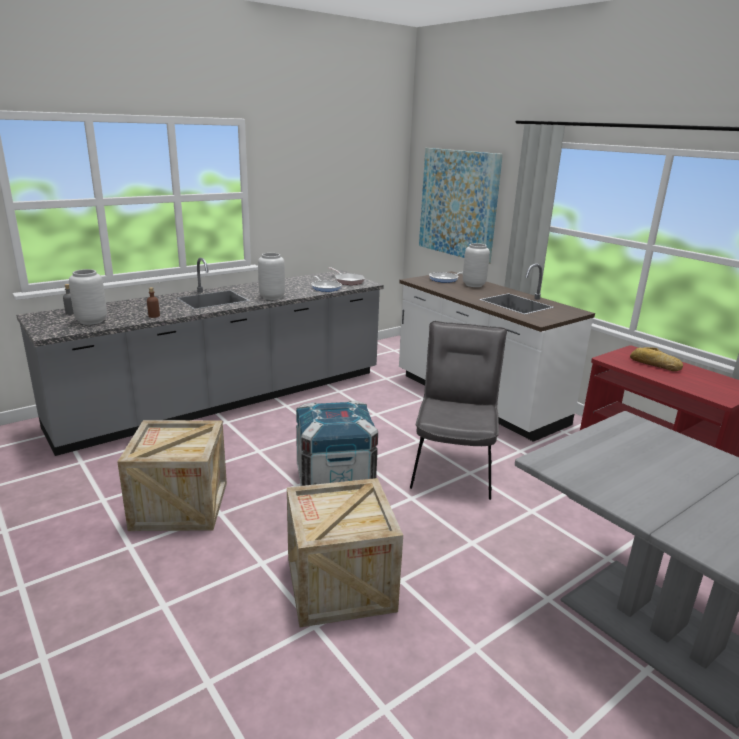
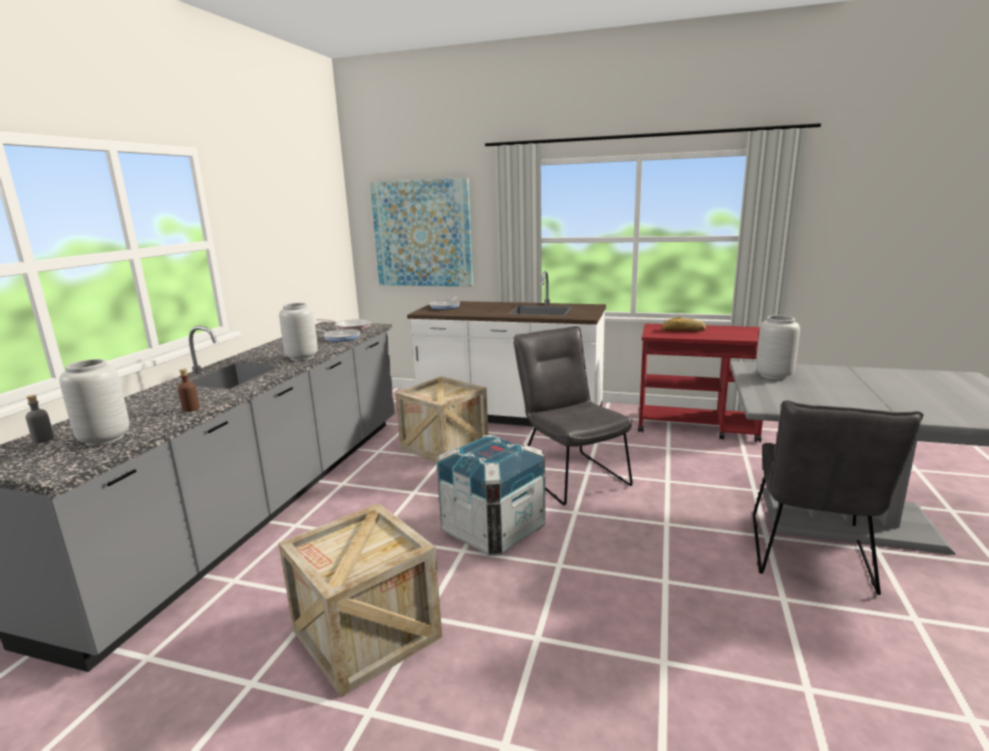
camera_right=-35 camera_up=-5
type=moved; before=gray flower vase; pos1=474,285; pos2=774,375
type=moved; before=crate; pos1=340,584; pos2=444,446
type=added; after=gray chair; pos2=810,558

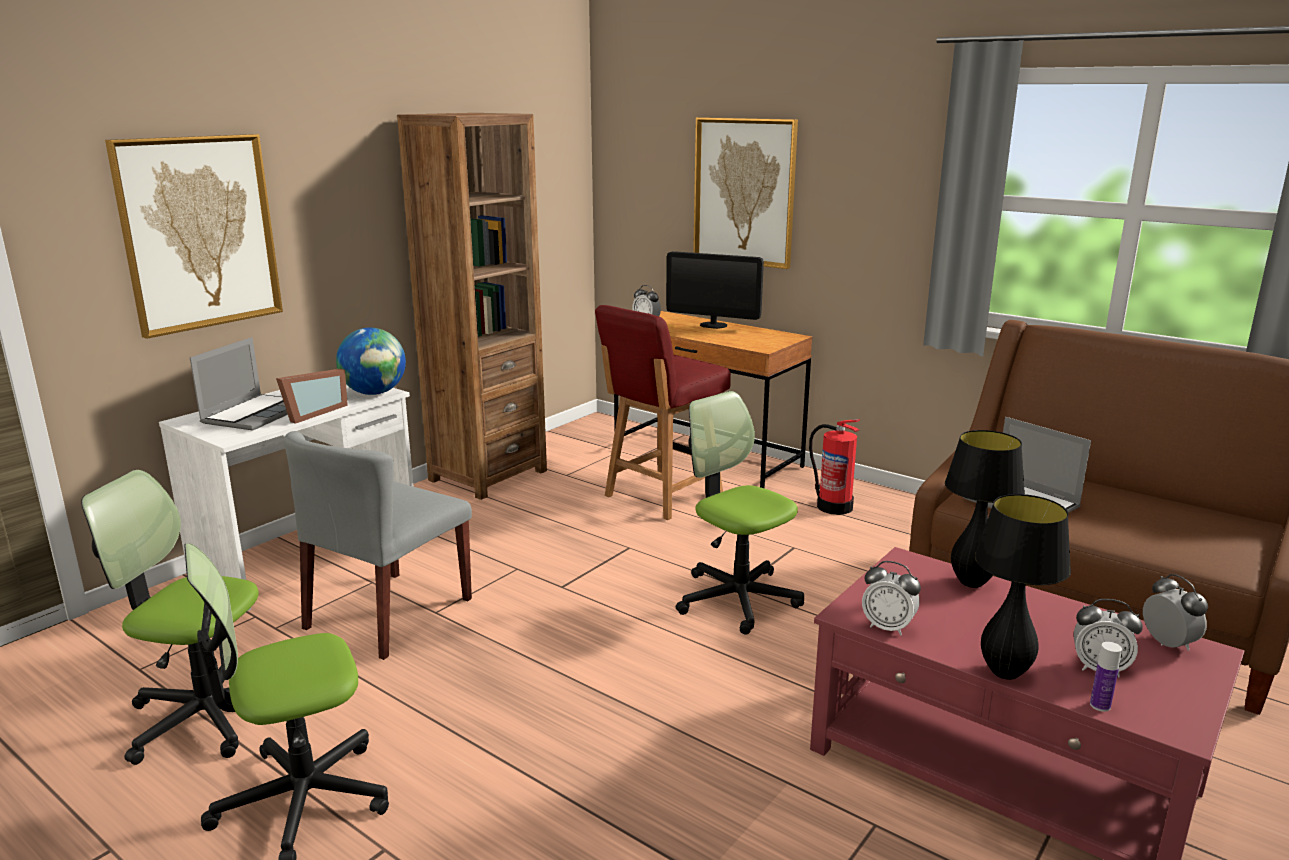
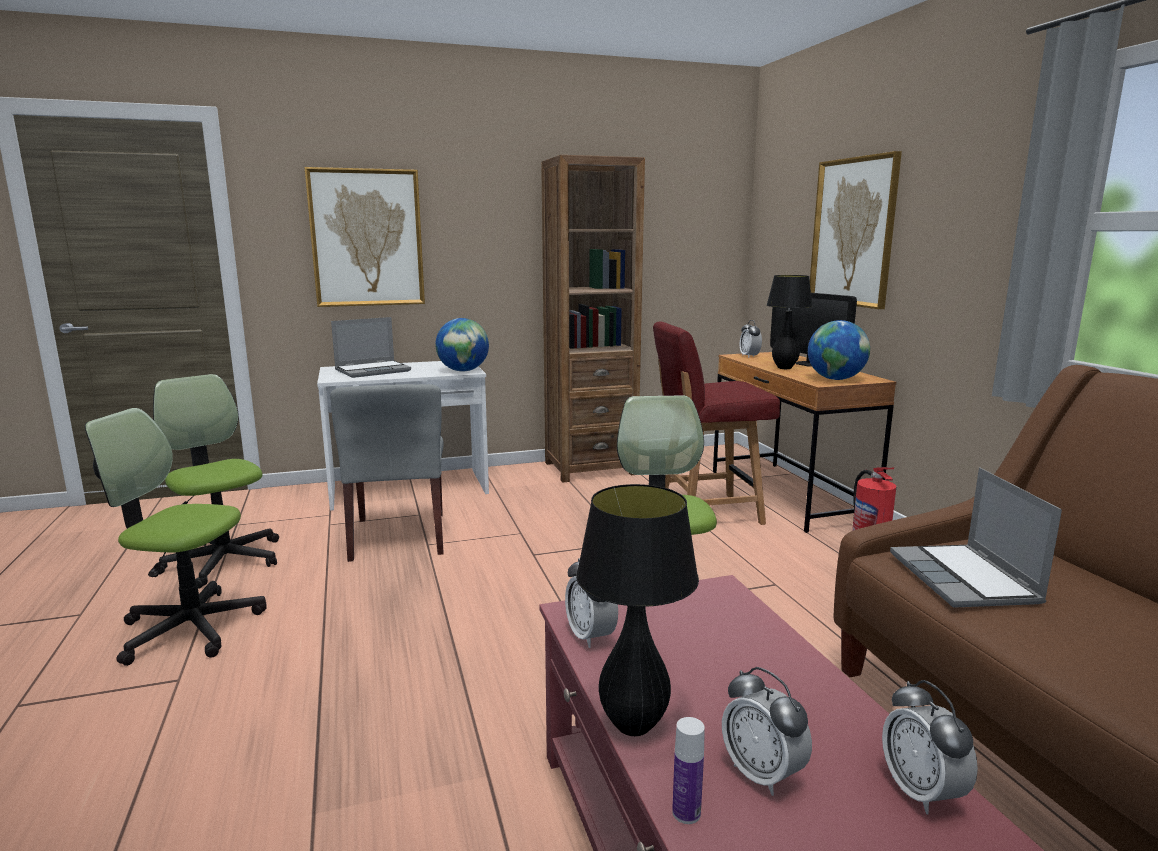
camera_right=35 camera_up=-5
type=removed; before=standing frame; pos1=312,413
type=moved; before=black lamp for a table; pos1=971,583; pos2=784,368
type=turned; before=gray chair; pos1=388,614; pos2=399,536; turn=-75
type=turned; before=bedside clock; pos1=1168,644; pos2=921,792; turn=150
type=added; after=globe; pos2=835,379

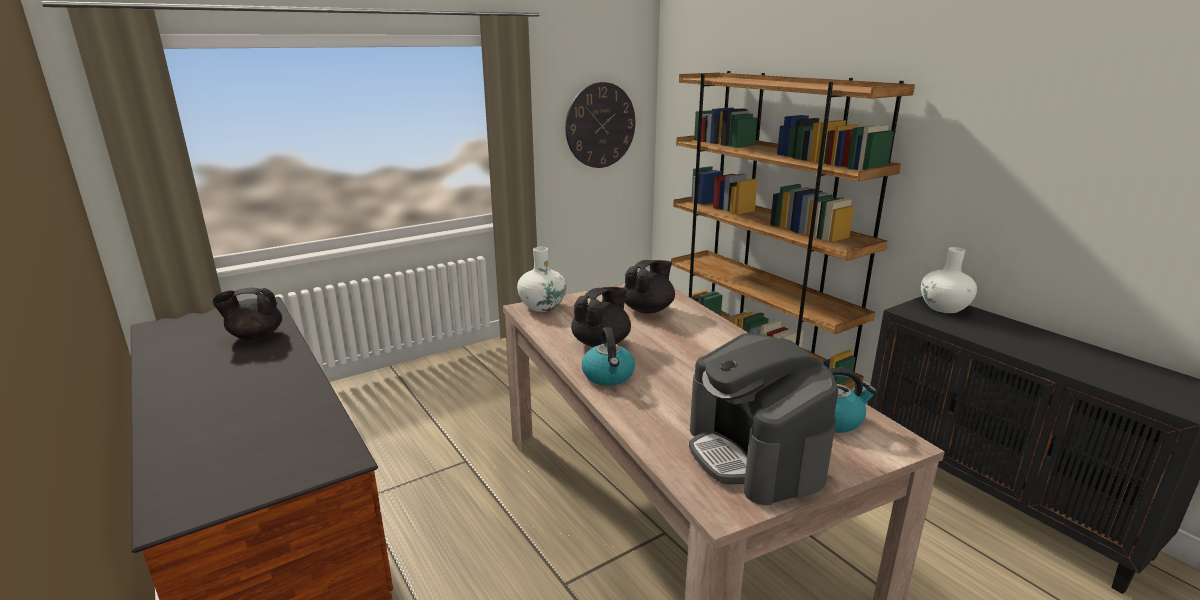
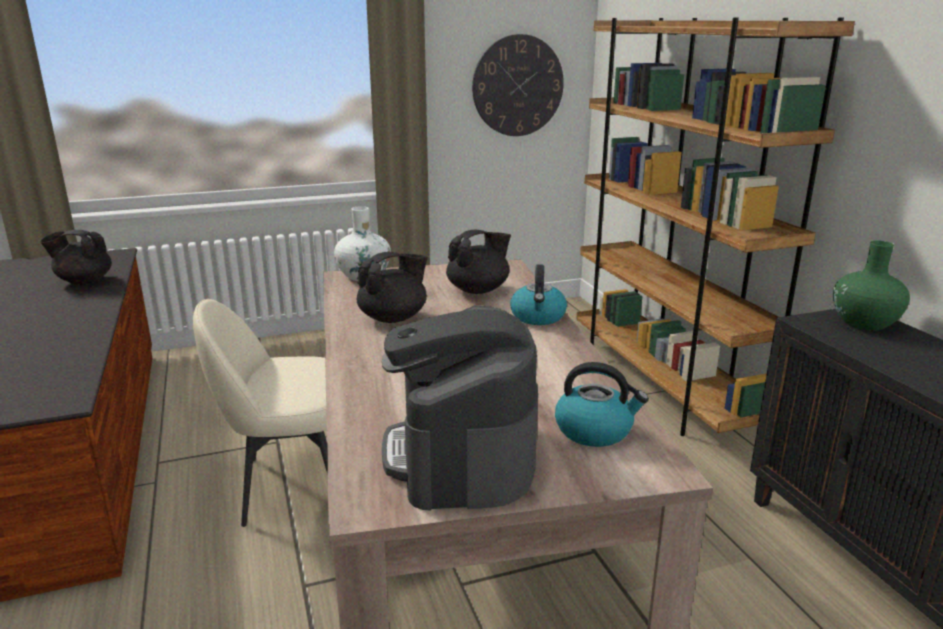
camera_right=15 camera_up=0
type=recoloured; before=white flower vase; after=green flower vase; pos1=943,308; pos2=864,323
type=moved; before=water kettle; pos1=608,376; pos2=538,317
type=added; after=beige chair; pos2=290,485

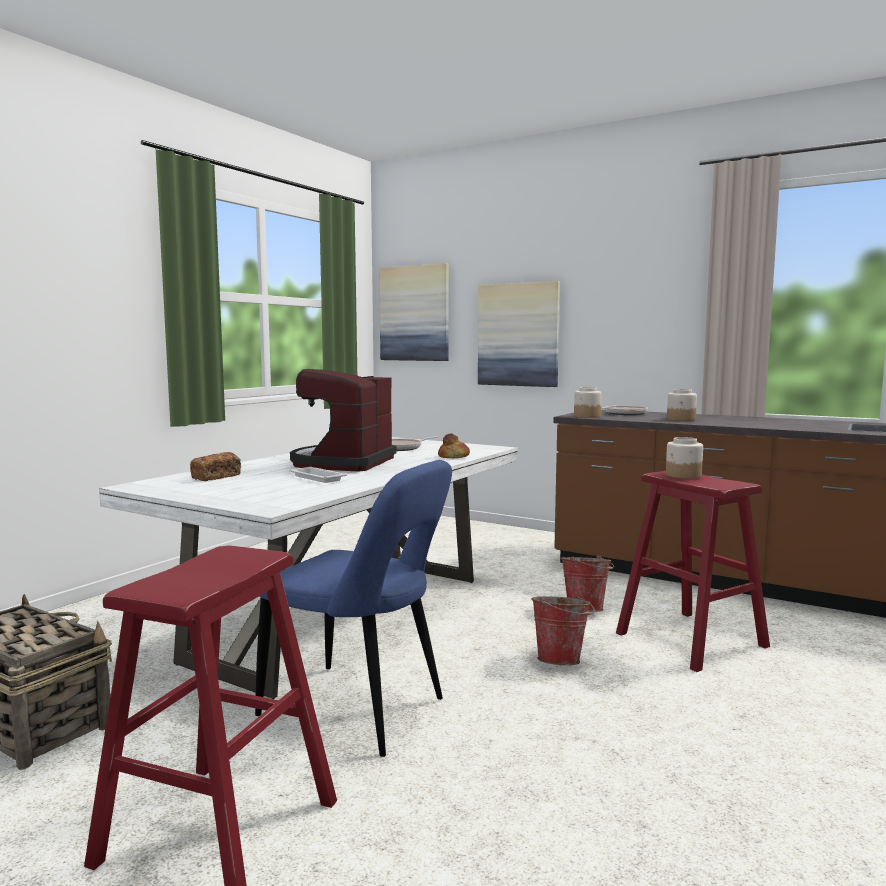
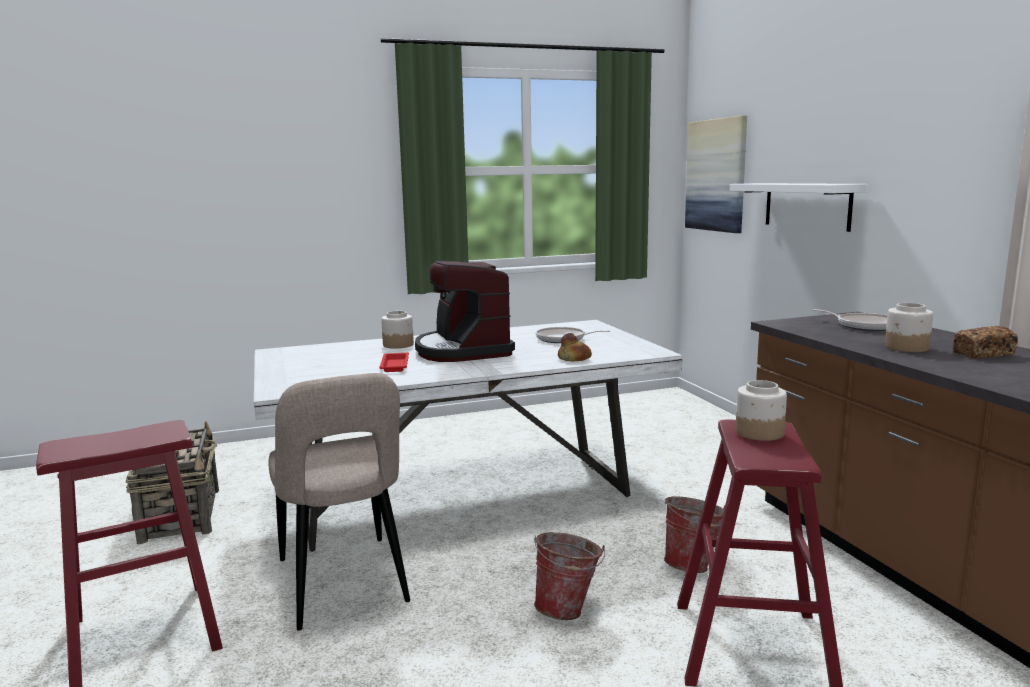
camera_right=40 camera_up=5
type=replaced; before=wall art; after=white bracket shelf; pos1=518,335; pos2=807,205
type=turned; before=coffee machine; pos1=343,463; pos2=463,350; turn=-75
type=moved; before=storage jar; pos1=586,416; pos2=398,345
type=moved; before=baked bread; pos1=216,477; pos2=983,354
type=recoloured; before=blue chair; after=beige chair; pos1=359,710; pos2=344,585
type=recoloured; before=white tray; after=red-coloured tray; pos1=316,478; pos2=395,365

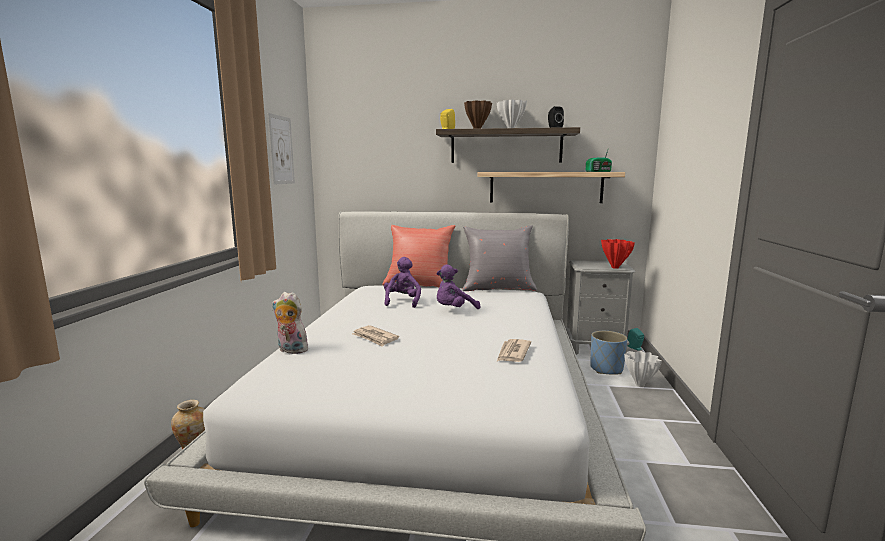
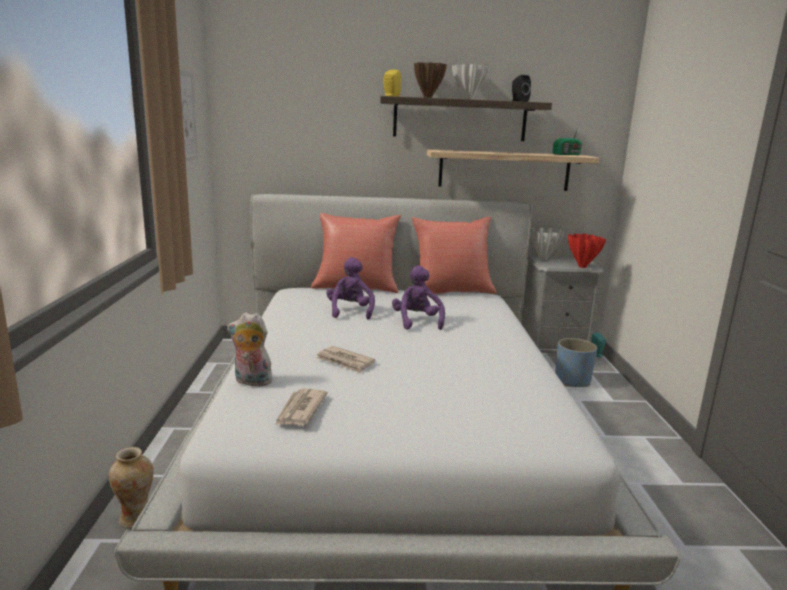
camera_right=-10 camera_up=5
type=recoloured; before=gray cushion; after=red-coloured cushion; pos1=498,288; pos2=451,291
type=turned; before=purple-coloured soft toy; pos1=454,310; pos2=417,322; turn=120
type=moved; before=newspaper; pos1=513,353; pos2=300,410
type=moved; before=white flower vase; pos1=640,385; pos2=543,259

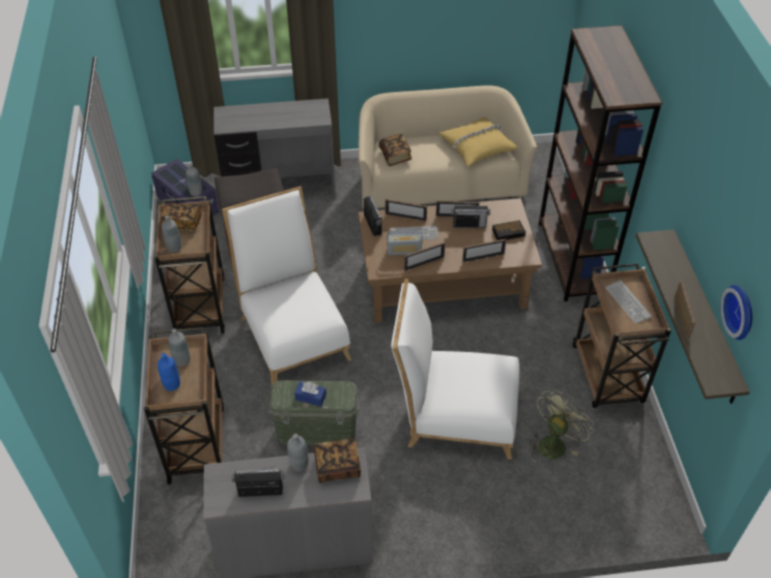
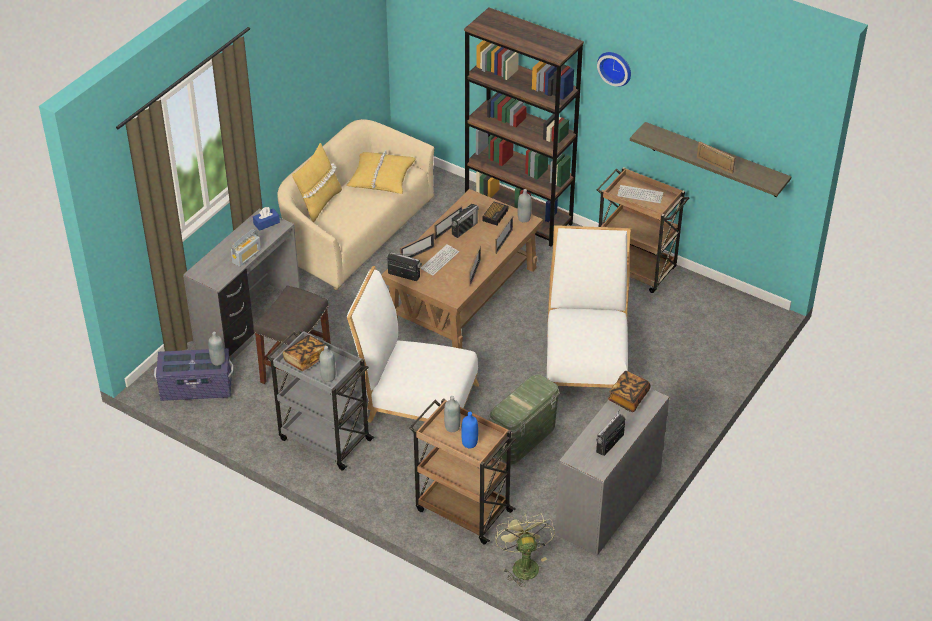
camera_right=-50 camera_up=-5
type=removed; before=bound book; pos1=395,156
type=recoloured; before=brown-coloured trolley; after=gray trolley; pos1=200,305; pos2=323,438
type=moved; before=radio; pos1=404,251; pos2=246,256
type=turned; before=white chair; pos1=454,414; pos2=585,361; turn=135
type=moved; before=wall clock; pos1=741,311; pos2=615,67
type=moved; before=blue tissue box; pos1=310,397; pos2=266,223
type=moved; before=green fan; pos1=554,442; pos2=523,564
type=moved; before=gray beverage bottle; pos1=299,464; pos2=524,218
type=added; after=yellow-coloured cushion; pos2=319,204

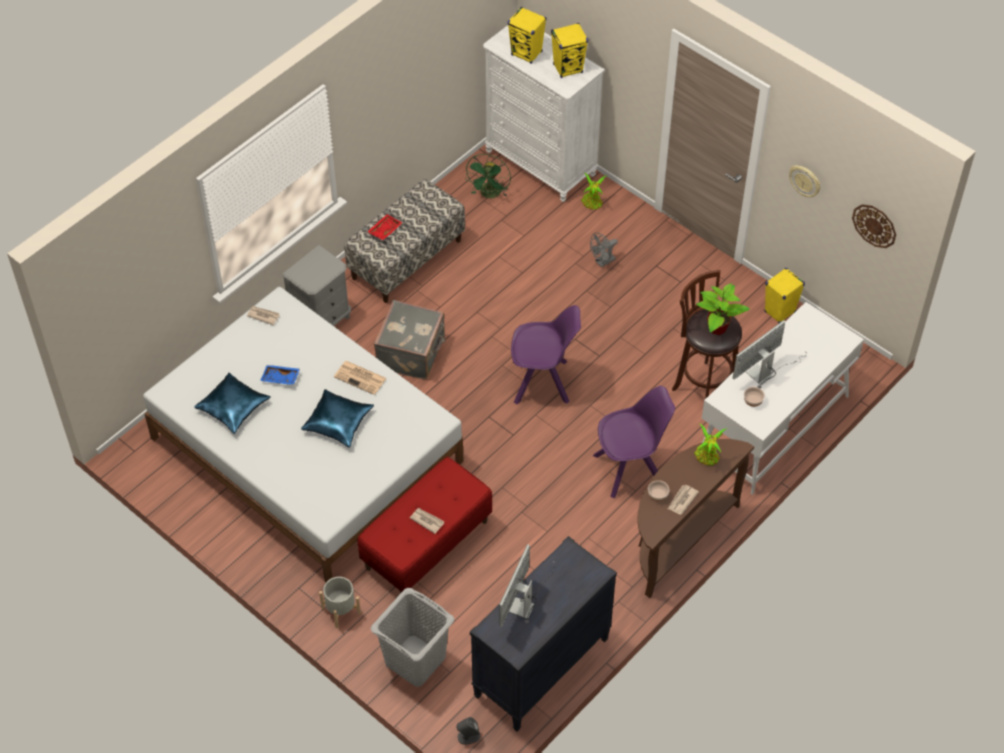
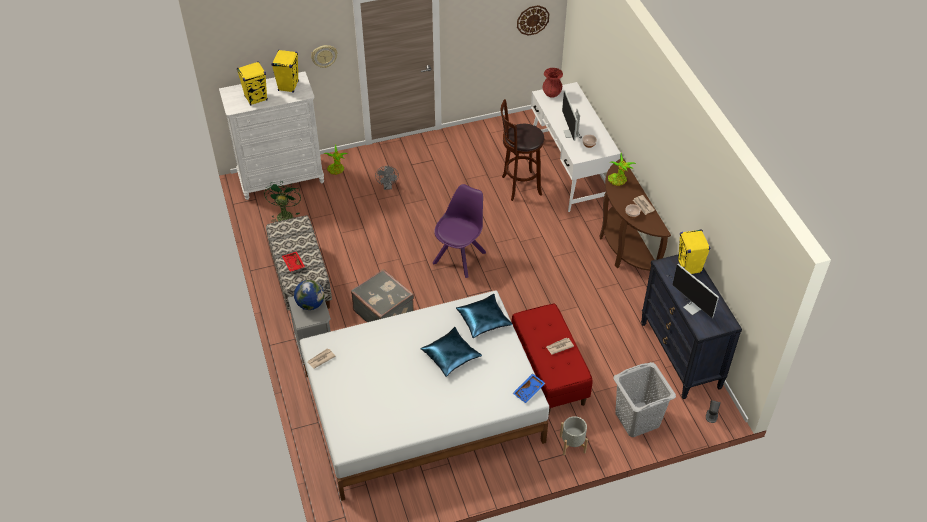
camera_right=-60 camera_up=-5
type=turned; before=green fan; pos1=490,195; pos2=284,214; turn=-135
type=moved; before=wall clock; pos1=805,181; pos2=324,56
type=moved; before=yellow-coloured speaker; pos1=779,312; pos2=689,267
type=removed; before=plant in a pot; pos1=717,328
type=removed; before=newspaper; pos1=361,378
type=moved; before=blue tray; pos1=280,378; pos2=529,391
type=moved; before=blue cushion; pos1=233,407; pos2=483,320
type=removed; before=purple-coloured chair; pos1=630,468
type=added; after=red-coloured flower vase; pos2=551,93
type=added; after=globe; pos2=310,304

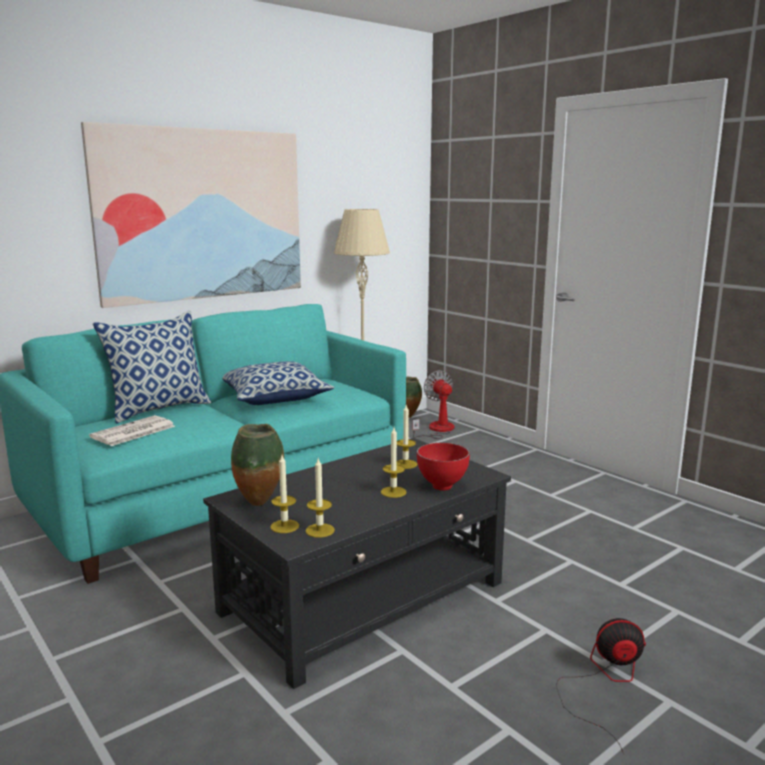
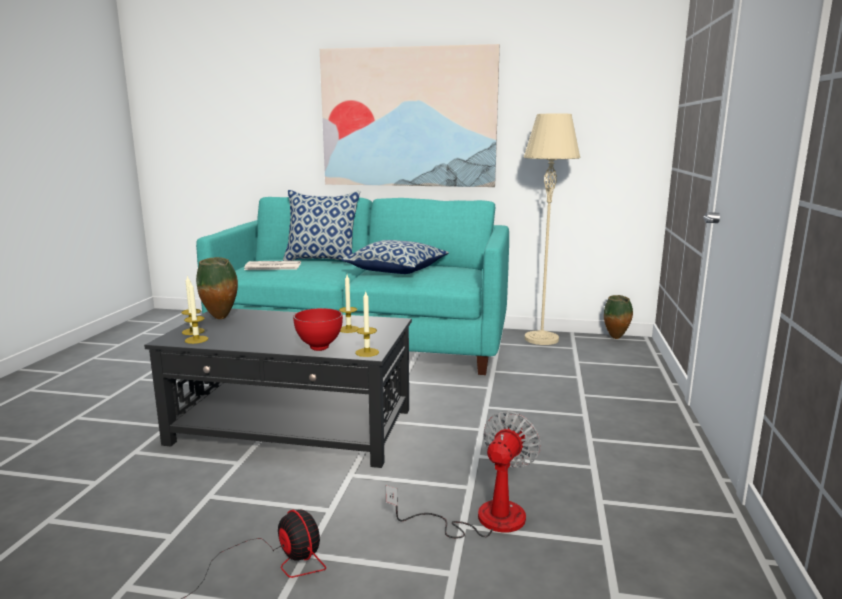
camera_right=50 camera_up=0
type=moved; before=fan; pos1=437,430; pos2=483,519
type=moved; before=candle; pos1=393,492; pos2=367,352

